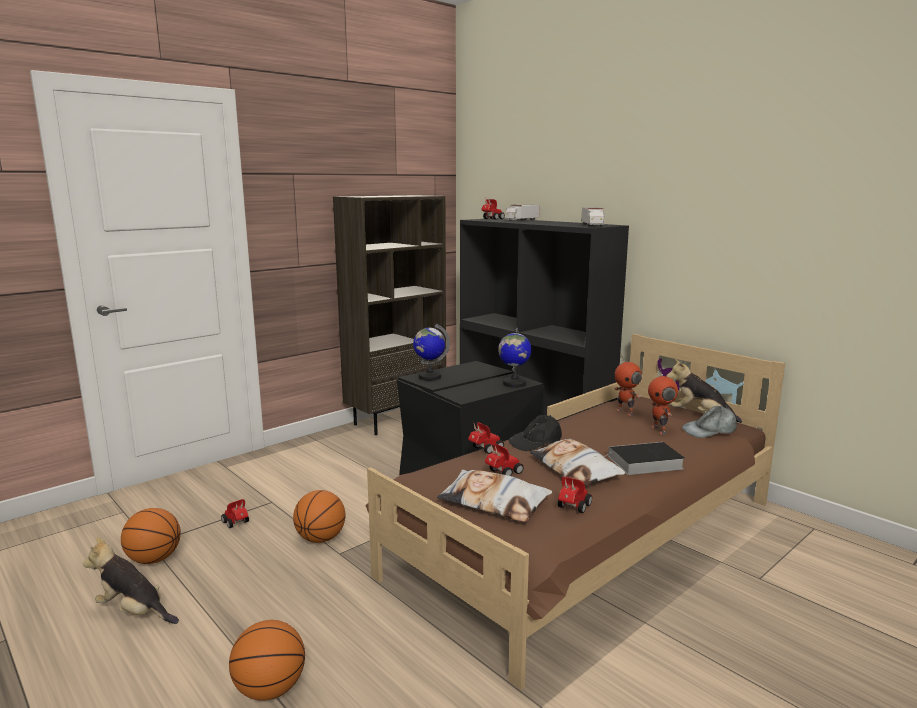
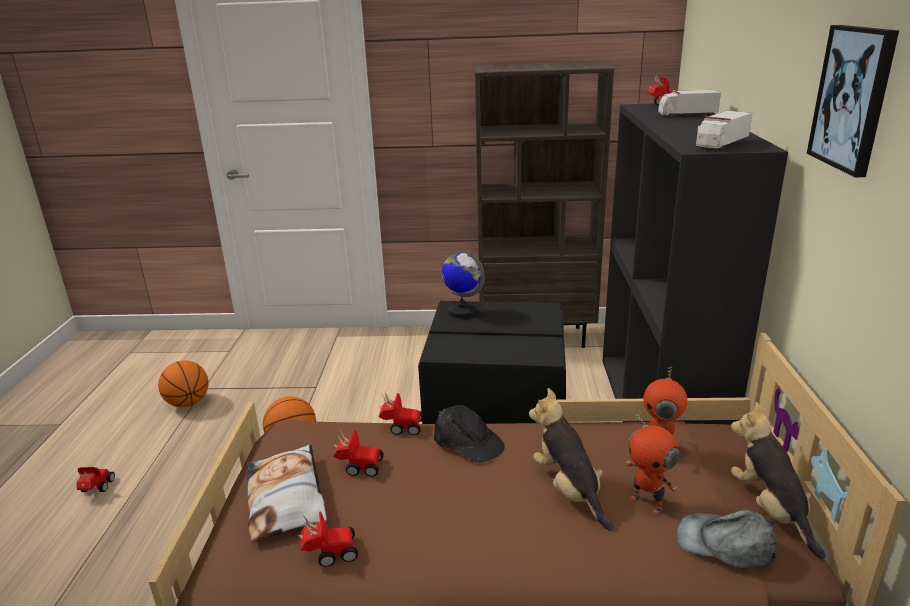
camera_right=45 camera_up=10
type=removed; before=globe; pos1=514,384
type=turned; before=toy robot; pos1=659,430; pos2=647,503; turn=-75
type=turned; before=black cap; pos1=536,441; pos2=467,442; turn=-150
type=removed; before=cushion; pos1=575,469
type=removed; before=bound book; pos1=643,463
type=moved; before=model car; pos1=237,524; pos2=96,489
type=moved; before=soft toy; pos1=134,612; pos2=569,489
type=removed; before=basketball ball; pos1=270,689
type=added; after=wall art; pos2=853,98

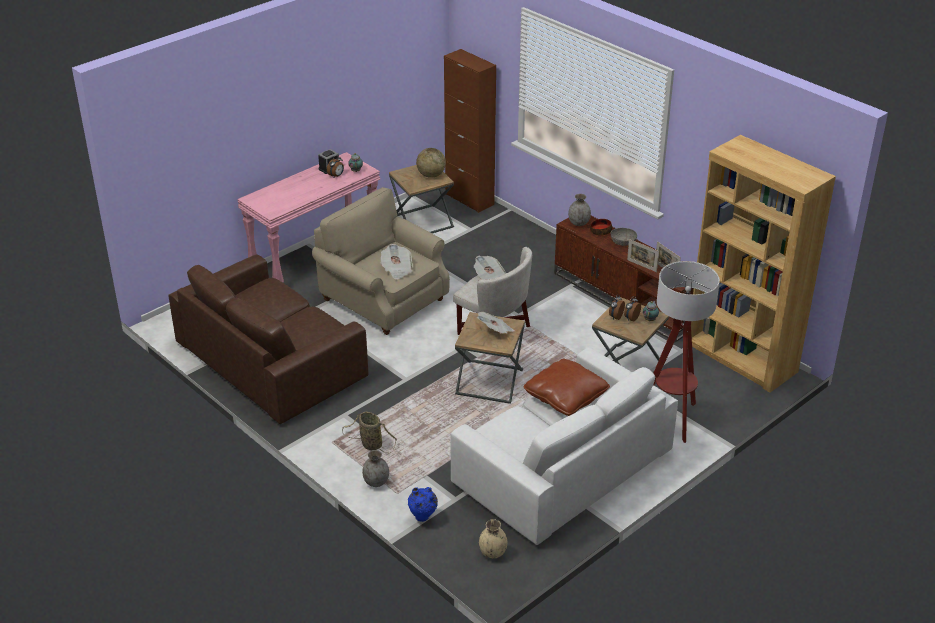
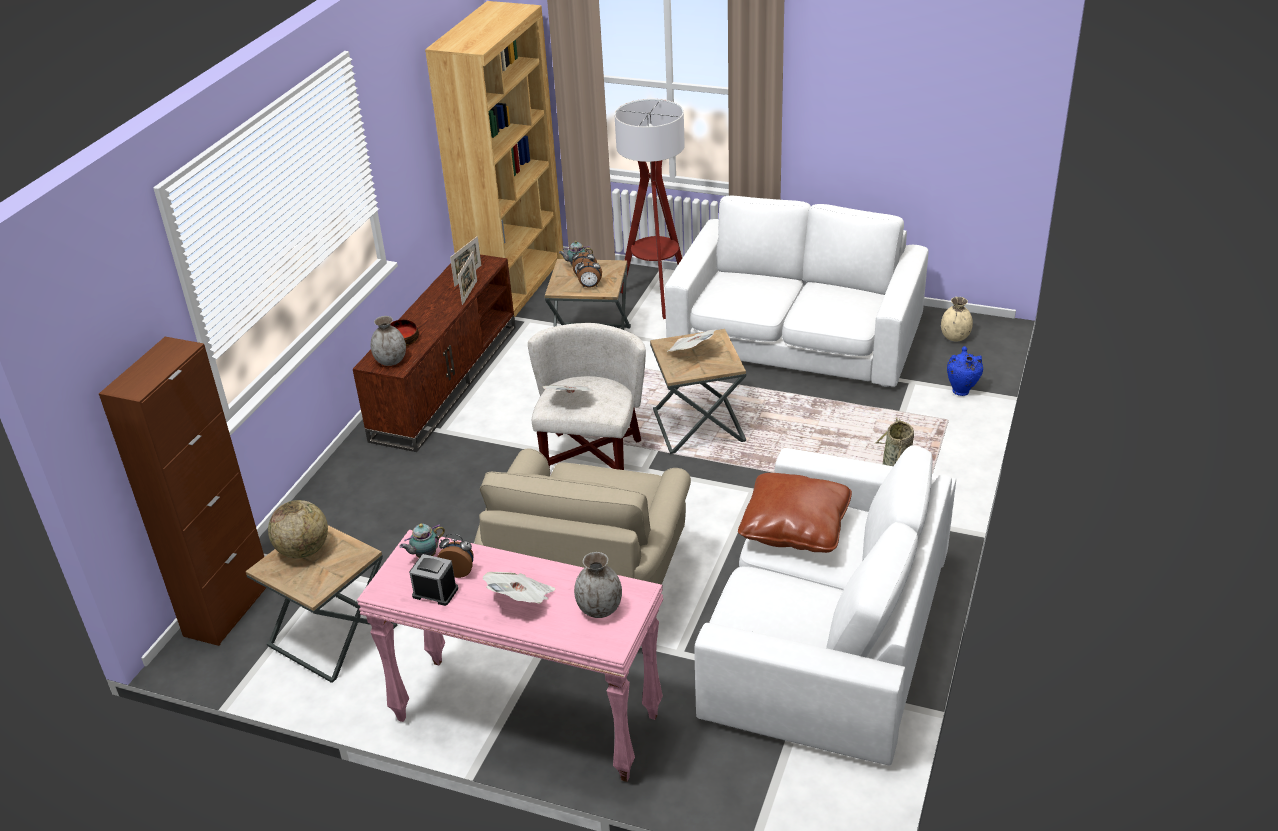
camera_right=-115 camera_up=0
type=removed; before=gray deep dish; pos1=623,242
type=moved; before=newspaper; pos1=397,269; pos2=521,600
type=recoloured; before=brown-coloured sofa; after=white sofa; pos1=272,360; pos2=826,633
type=moved; before=brown-coloured cushion; pos1=565,396; pos2=795,527
type=moved; before=gray flower vase; pos1=376,482; pos2=599,609

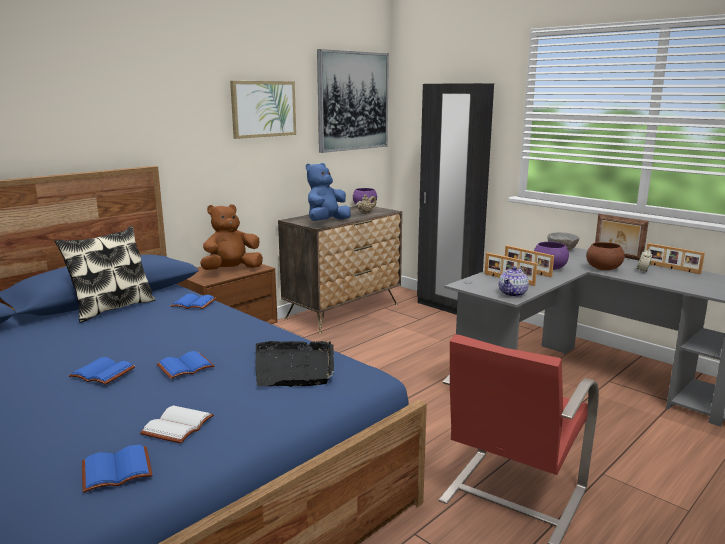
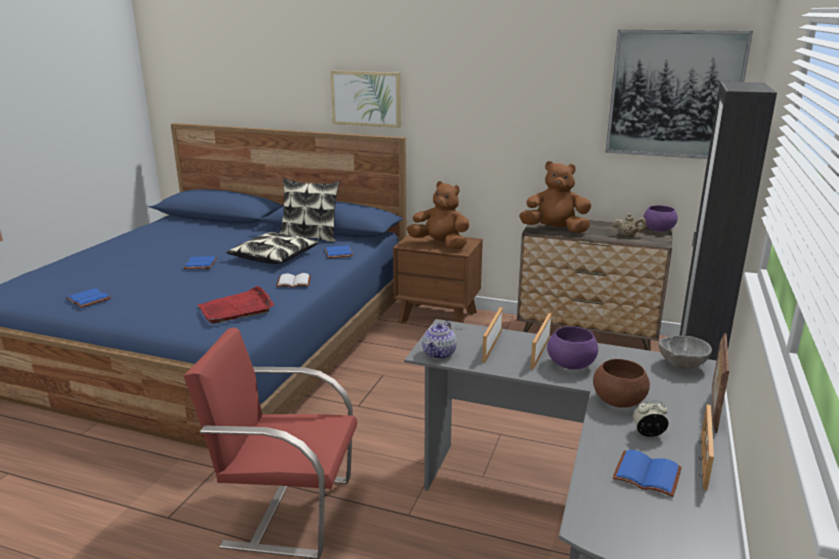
camera_right=65 camera_up=5
type=moved; before=wall art; pos1=263,109; pos2=366,98
type=recoloured; before=blue soft toy; after=brown-coloured soft toy; pos1=326,222; pos2=555,230
type=turned; before=pot for tea; pos1=513,293; pos2=439,353; turn=-75
type=recoloured; before=black tray; after=red-coloured tray; pos1=294,367; pos2=236,308
type=moved; before=blue bound book; pos1=186,366; pos2=648,474
type=moved; before=white bound book; pos1=179,427; pos2=293,282
type=added; after=cushion; pos2=274,257

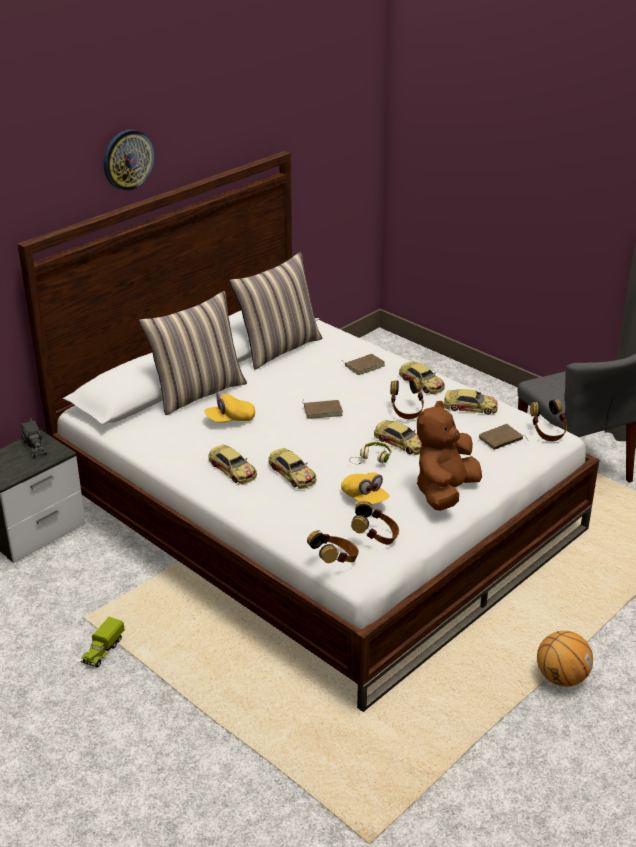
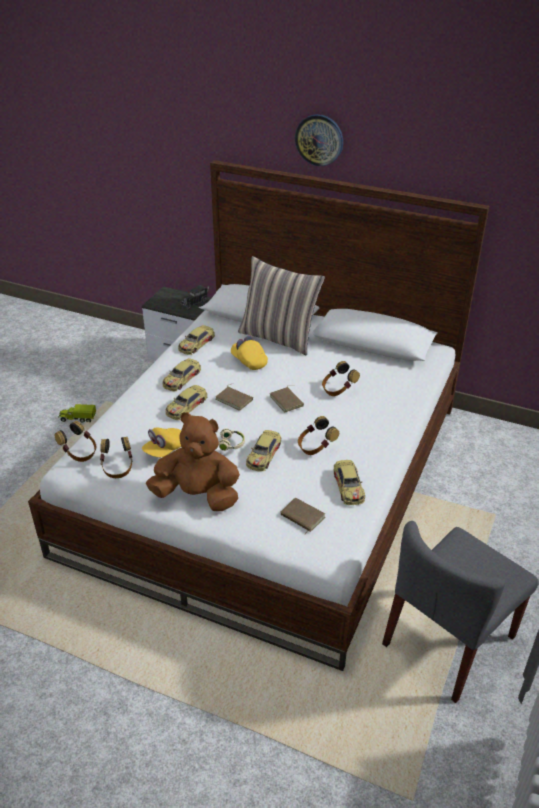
camera_right=70 camera_up=5
type=removed; before=cushion; pos1=278,348
type=moved; before=brown-coloured bound book; pos1=364,365; pos2=235,399
type=moved; before=model car; pos1=421,382; pos2=196,343
type=moved; before=headphones; pos1=547,433; pos2=338,390
type=removed; before=basketball ball; pos1=561,678

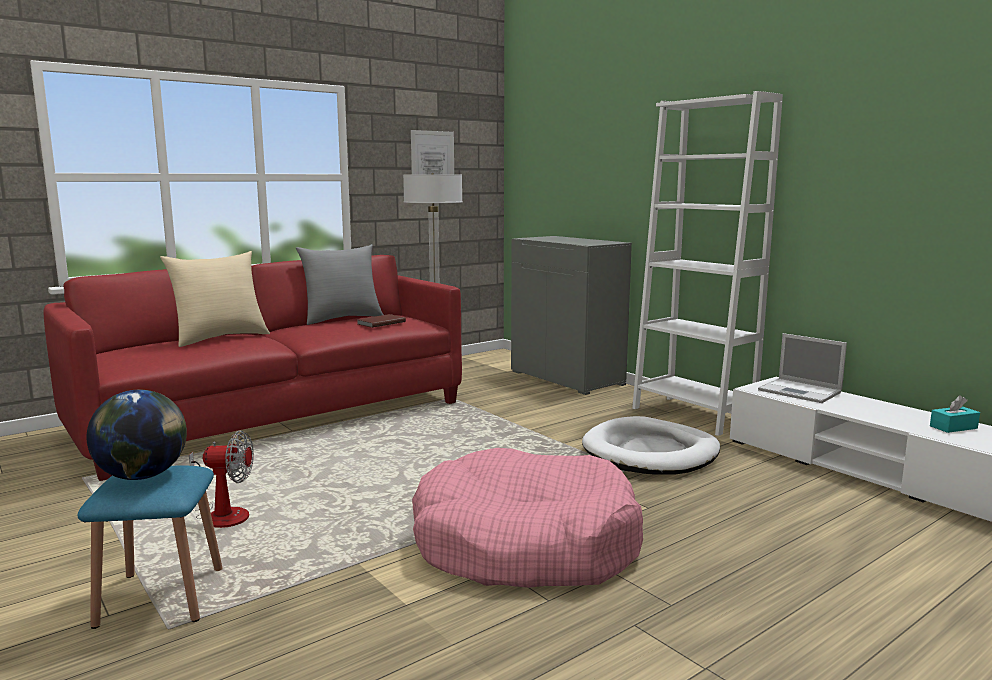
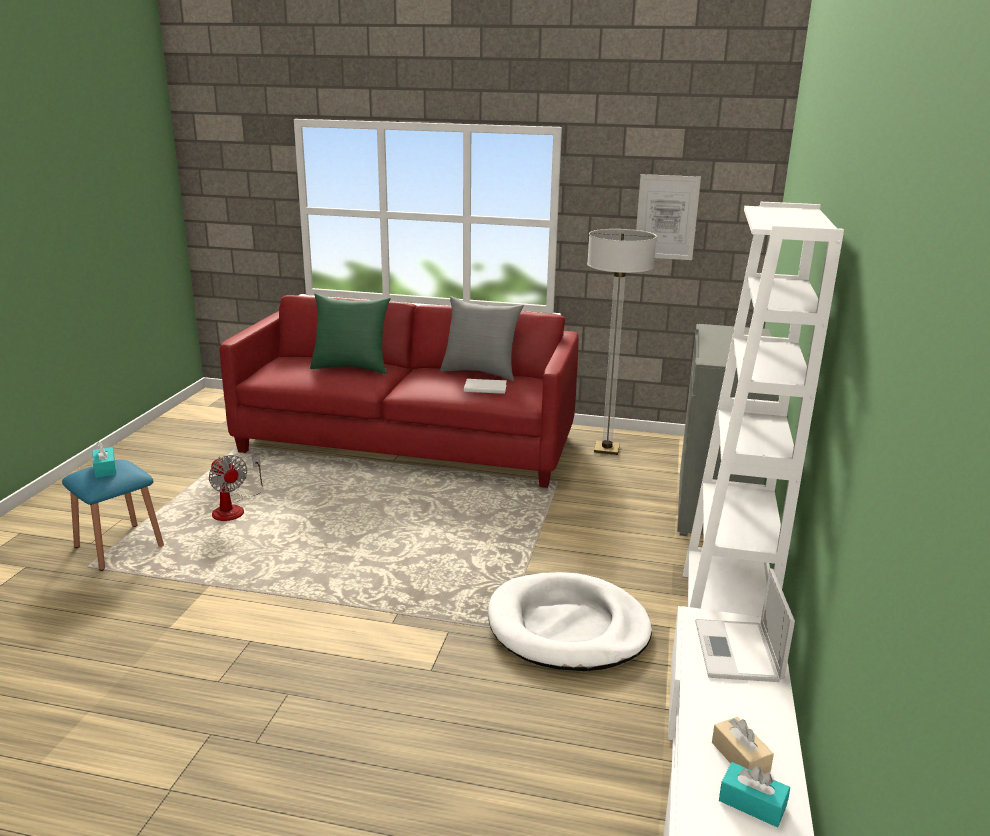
camera_right=50 camera_up=10
type=recoloured; before=beige cushion; after=green cushion; pos1=220,338; pos2=351,367
type=recoloured; before=brown-coloured bound book; after=white bound book; pos1=380,323; pos2=485,388
type=replaced; before=globe; after=turquoise tissue box; pos1=143,476; pos2=105,469
type=removed; before=pinkish dog bed; pos1=525,544
type=added; after=beige tissue box; pos2=740,757

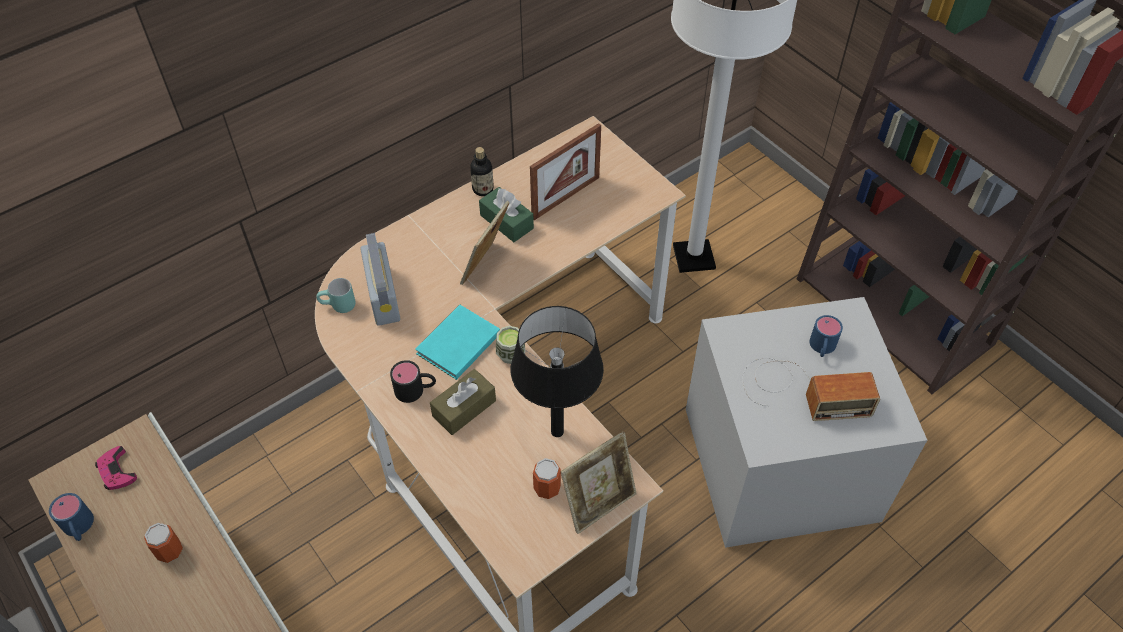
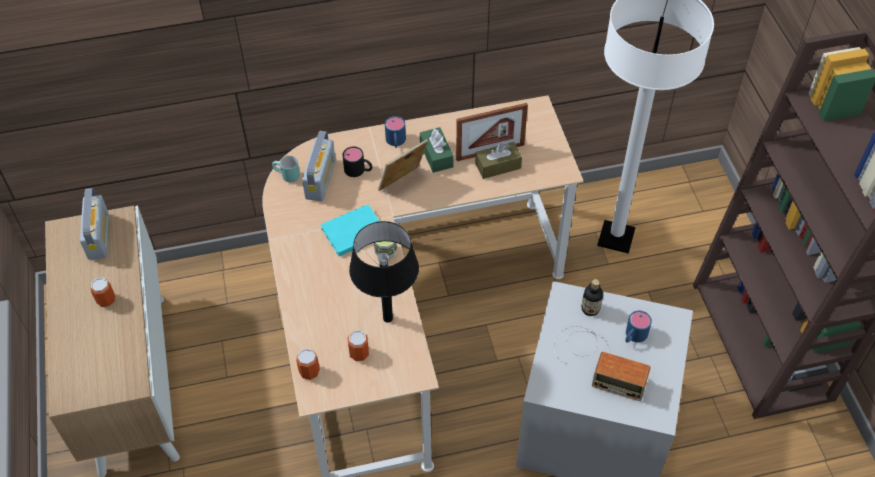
camera_right=25 camera_up=0
type=moved; before=beverage bottle; pos1=483,189; pos2=590,309
type=moved; before=black tea mug; pos1=416,390; pos2=359,170
type=moved; before=brown-coloured tissue box; pos1=464,408; pos2=498,166
type=removed; before=standing frame; pos1=598,503
type=replaced; before=pinkish gamepad; after=radio; pos1=116,471; pos2=98,236
type=moved; before=blue tea mug; pos1=79,528; pos2=395,142
type=added; after=can; pos2=309,371

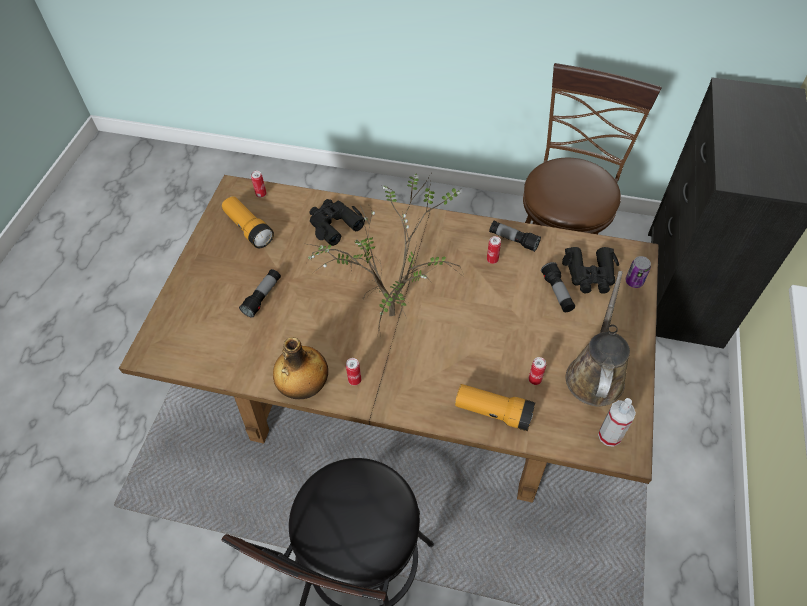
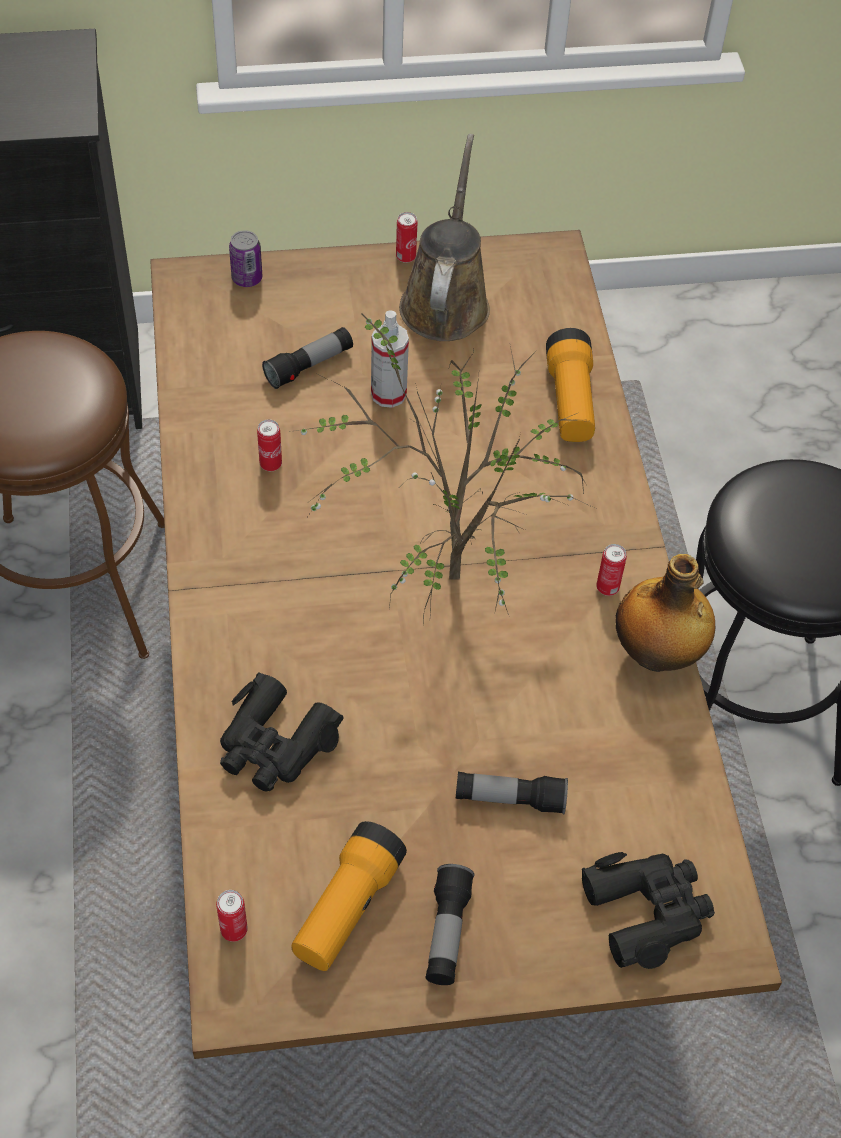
camera_right=-115 camera_up=0
type=moved; before=hand torch; pos1=513,240; pos2=447,932
type=moved; before=black binoculars; pos1=590,275; pos2=647,910
type=turned; before=brown-coloured watering can; pos1=595,374; pos2=446,300; turn=105
type=moved; before=can; pos1=534,379; pos2=405,257
type=moved; before=spray bottle; pos1=609,435; pos2=388,394

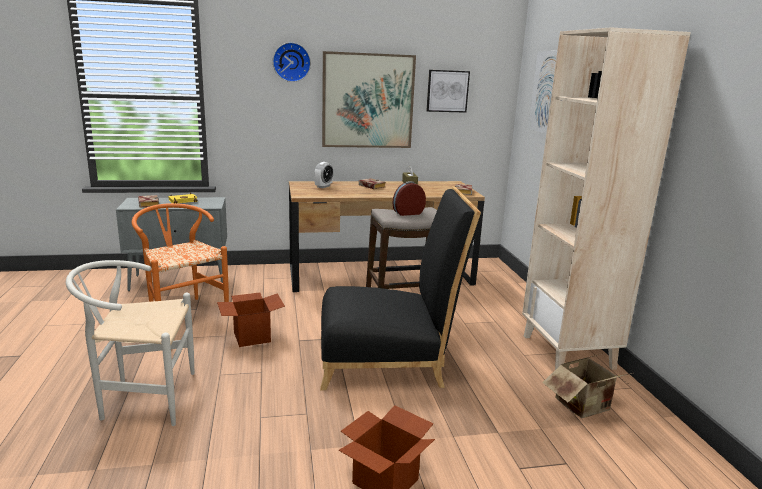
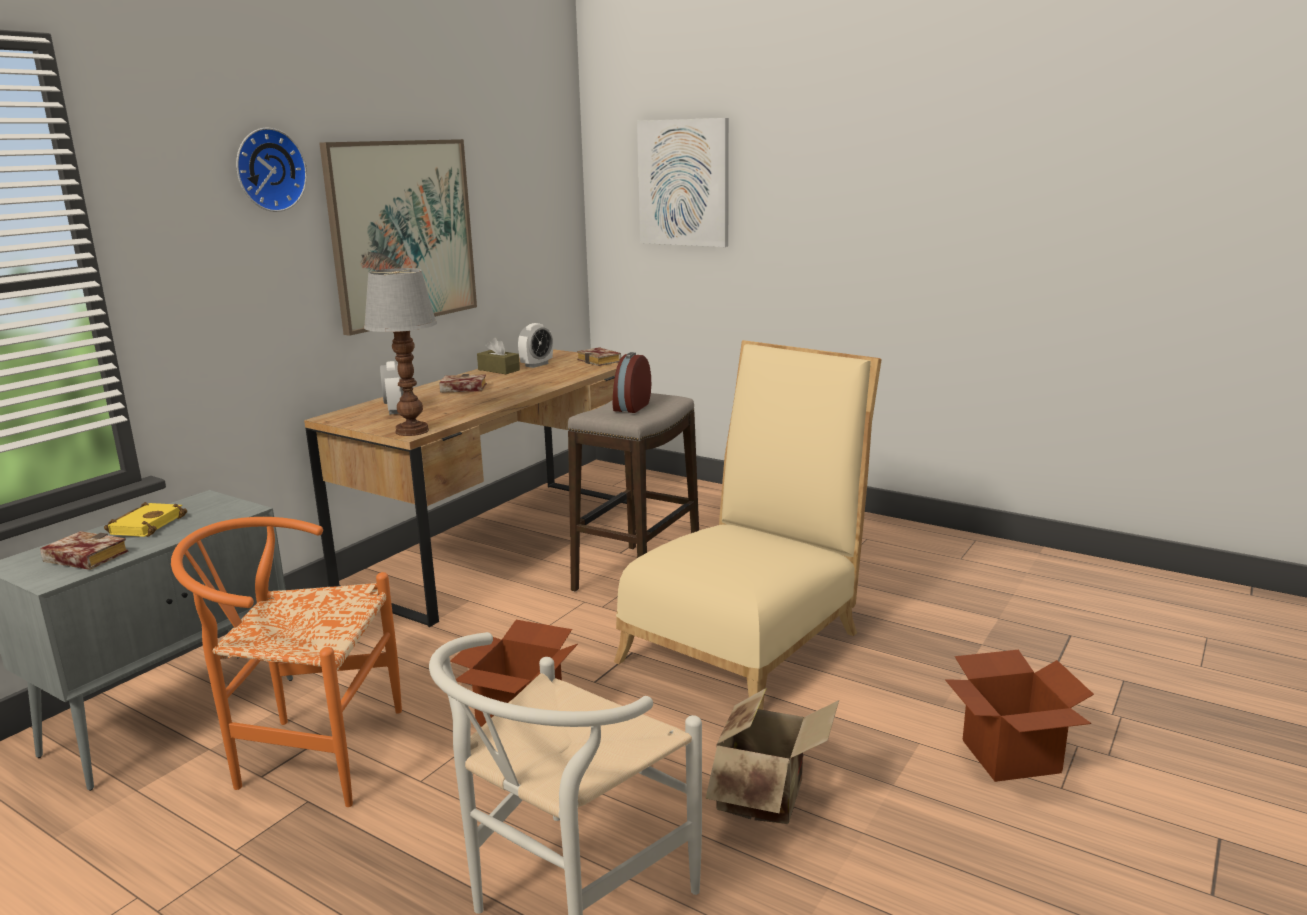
camera_right=-45 camera_up=0
type=removed; before=beige bookcase; pos1=568,352
type=removed; before=wall art; pos1=447,91
type=recoloured; before=black chair; after=beige chair; pos1=388,361; pos2=748,640
type=moved; before=cardboard box; pos1=586,407; pos2=768,797
type=added; after=lamp for a table; pos2=411,431
type=added; after=bedside clock; pos2=536,365

